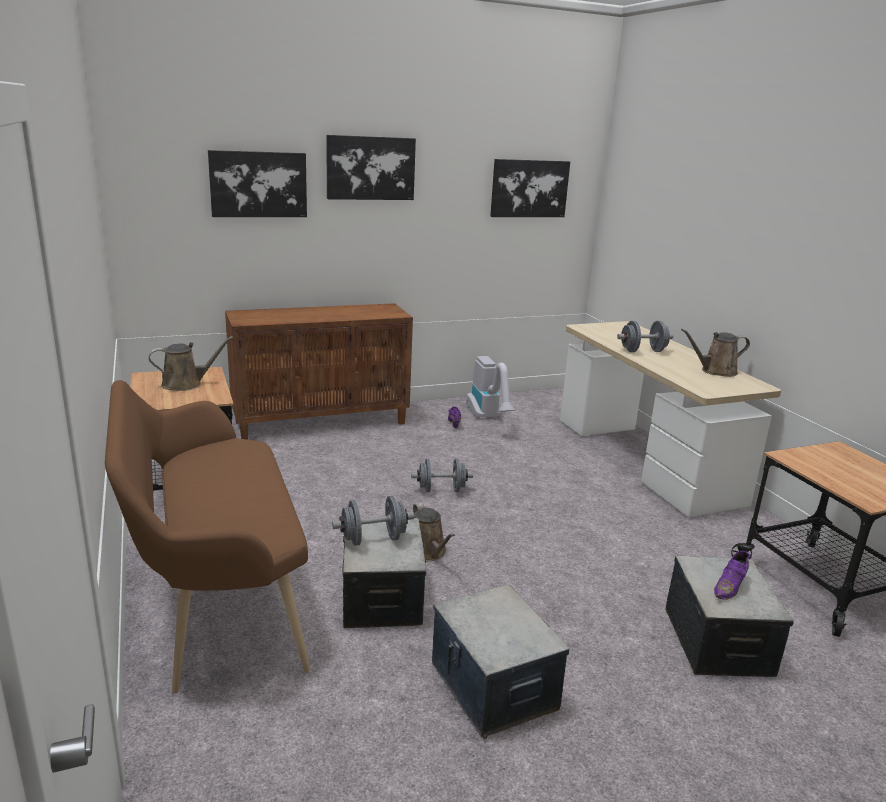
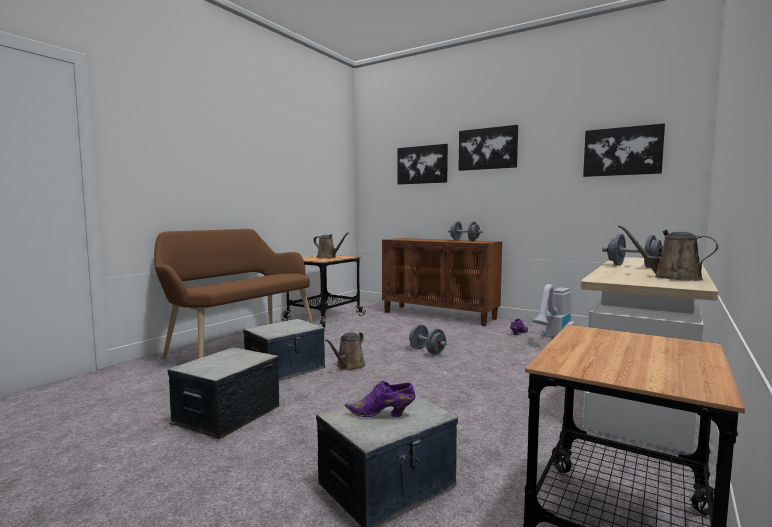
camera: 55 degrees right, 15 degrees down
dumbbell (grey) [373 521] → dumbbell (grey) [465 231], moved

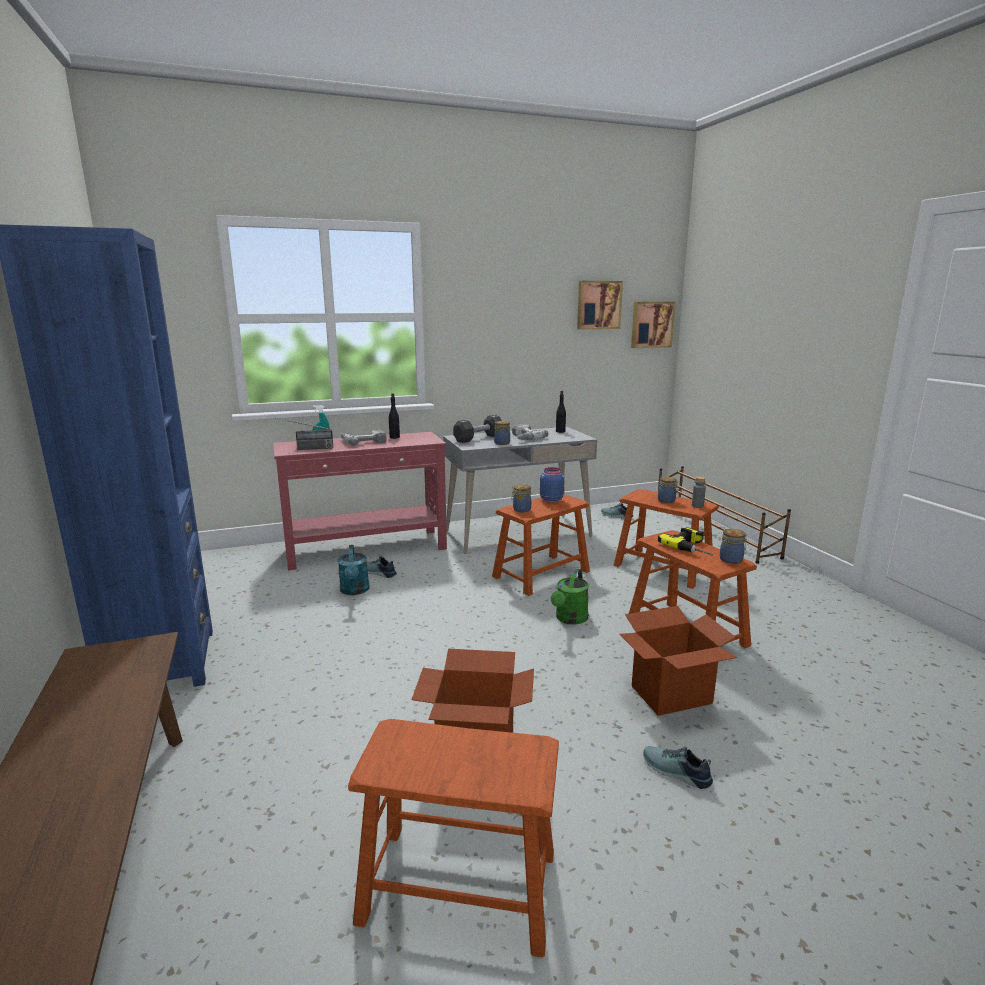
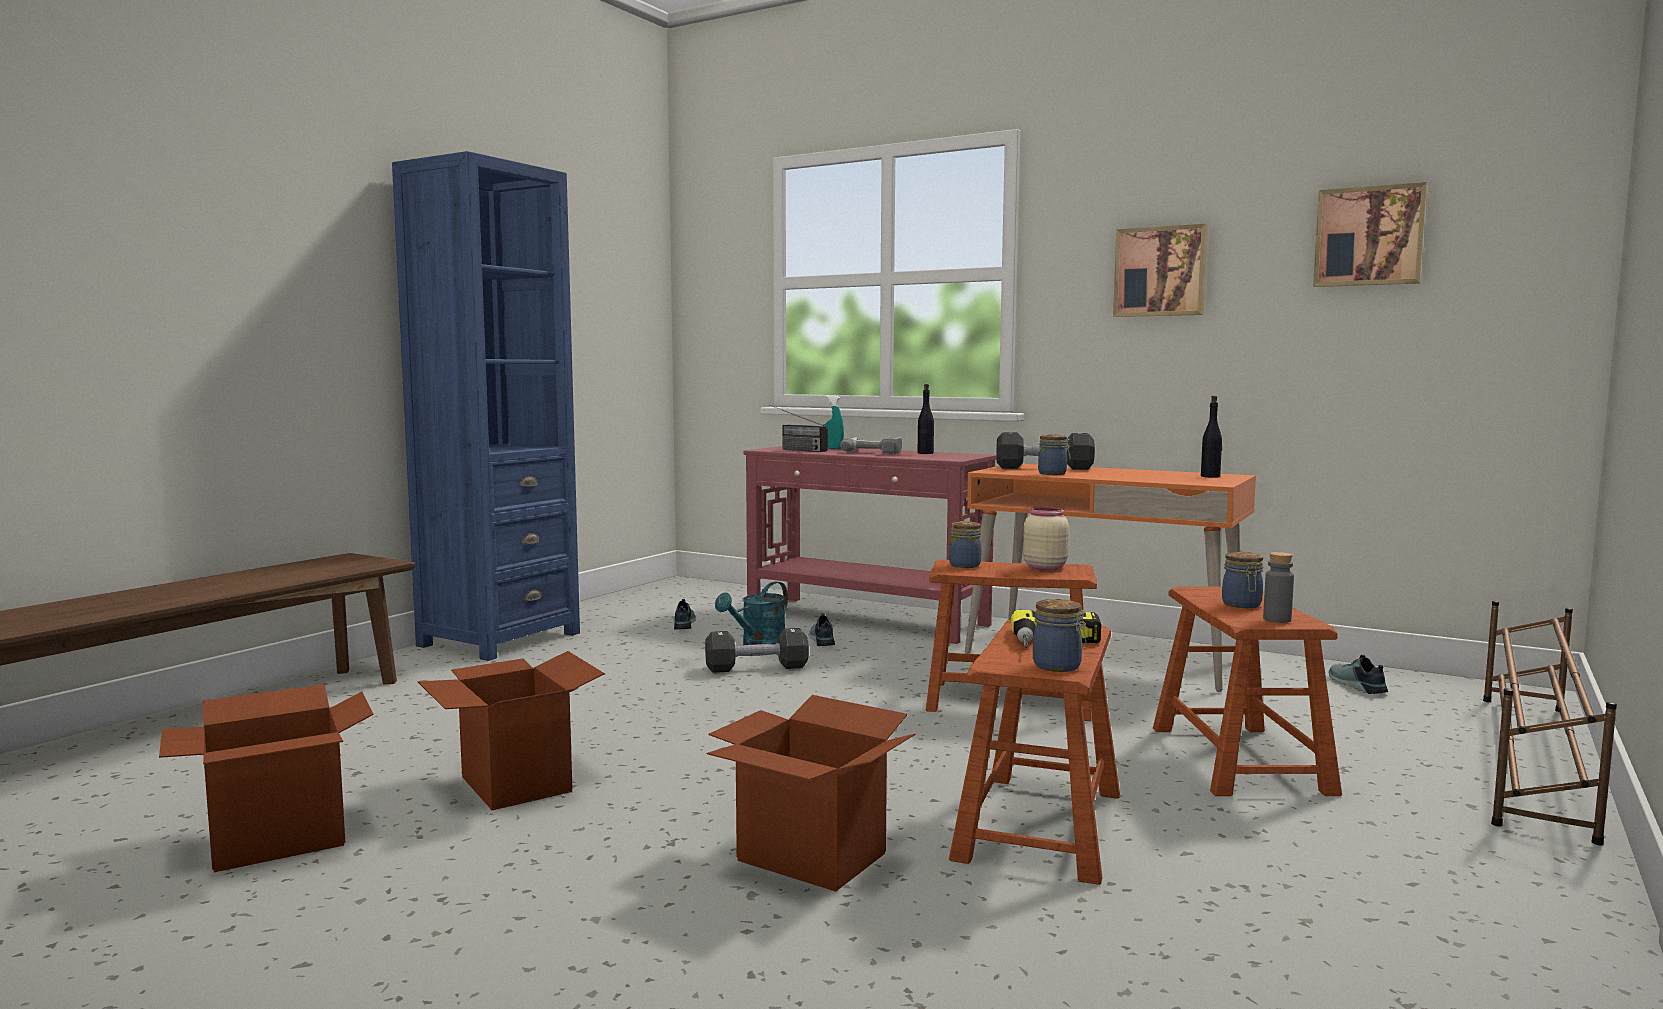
camera: 50 degrees right, 10 degrees down
picture [653 325] → picture [1160 270], moved
power drill [530 432] → -
desk (grey) [520 490] → desk (orange) [1110 578]
jar (blue) [552 485] → jar (beige) [1046 538]
watering can (green) [570 596] → -
stool (brown) [453 838] → cardboard box [266 778]
shoe [678 767] → shoe [684 614], moved
- → dumbbell (black) [757 650]

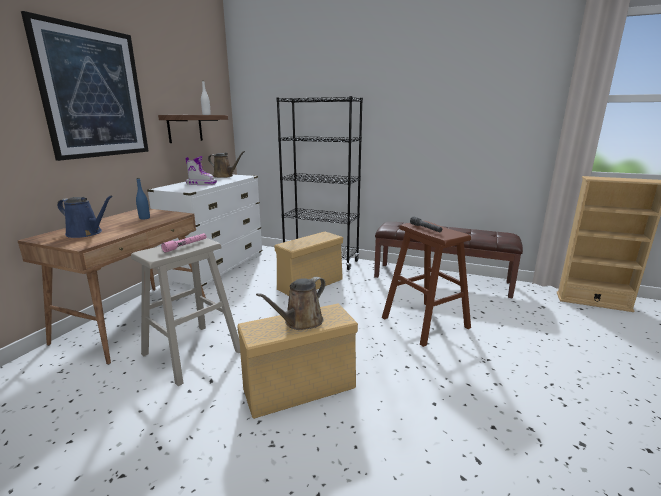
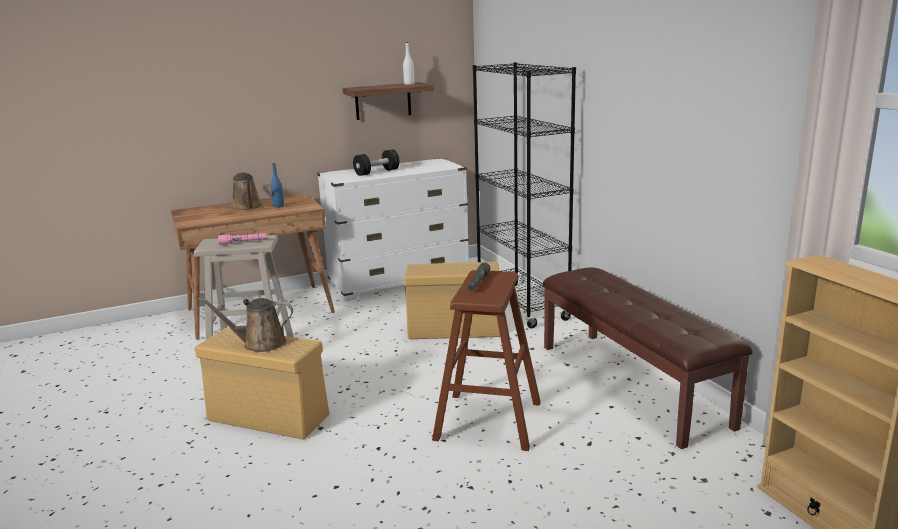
camera: 45 degrees right, 0 degrees up
picture [85 86] → -
watering can (brown) [226 164] → watering can (brown) [247 191], moved
boot [201 170] → dumbbell (black) [376 163]
watering can (blue) [85 217] → -

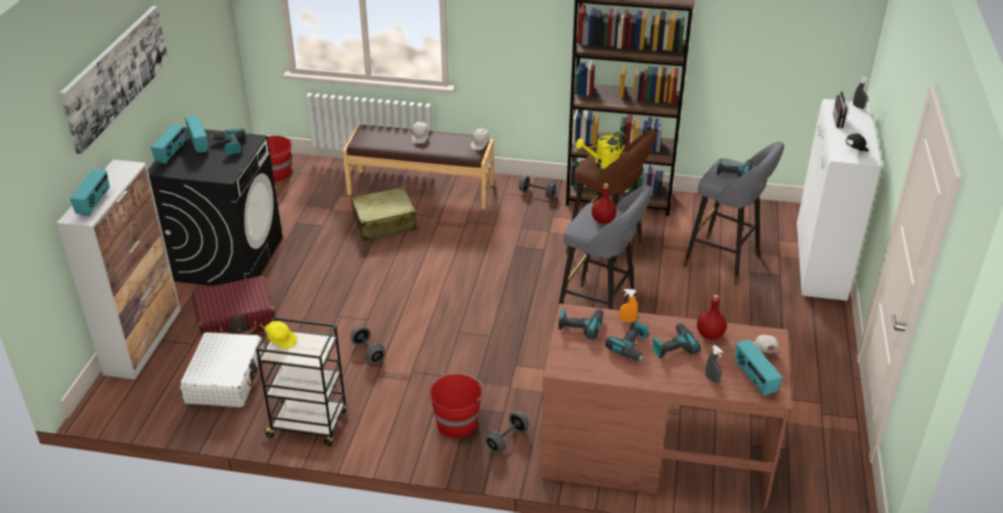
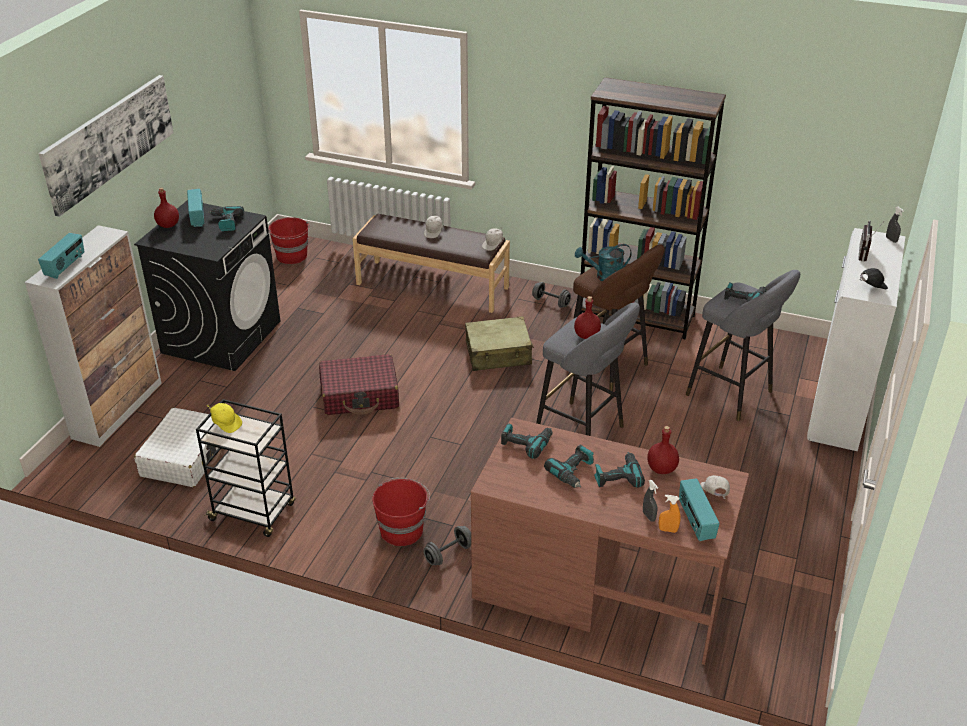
camera: 10 degrees right, 0 degrees up
radio [168 144] → bottle (red) [166 208]
watering can (yellow) [601 150] → watering can (turquoise) [603 262]
suitcase (beige) [384 214] → suitcase (beige) [499 343], moved
suitcase (red) [233 306] → suitcase (red) [359 384], moved
spray bottle (orange) [628 305] → spray bottle (orange) [670 514], moved
dumbbell (grey) [368 344] → -

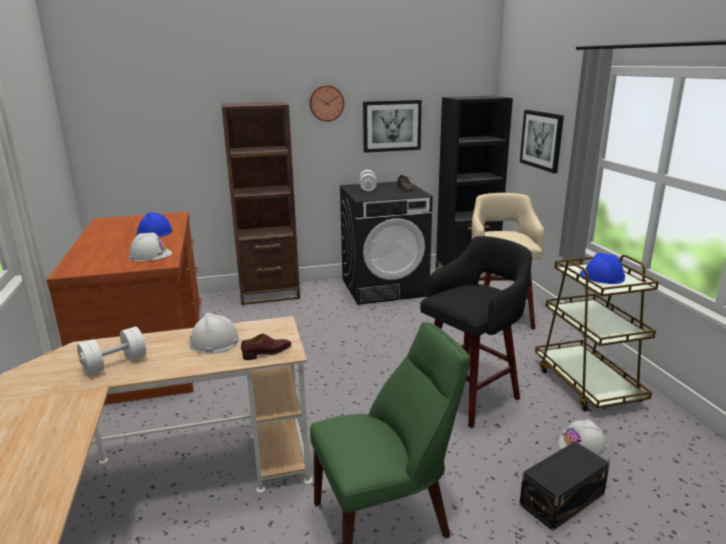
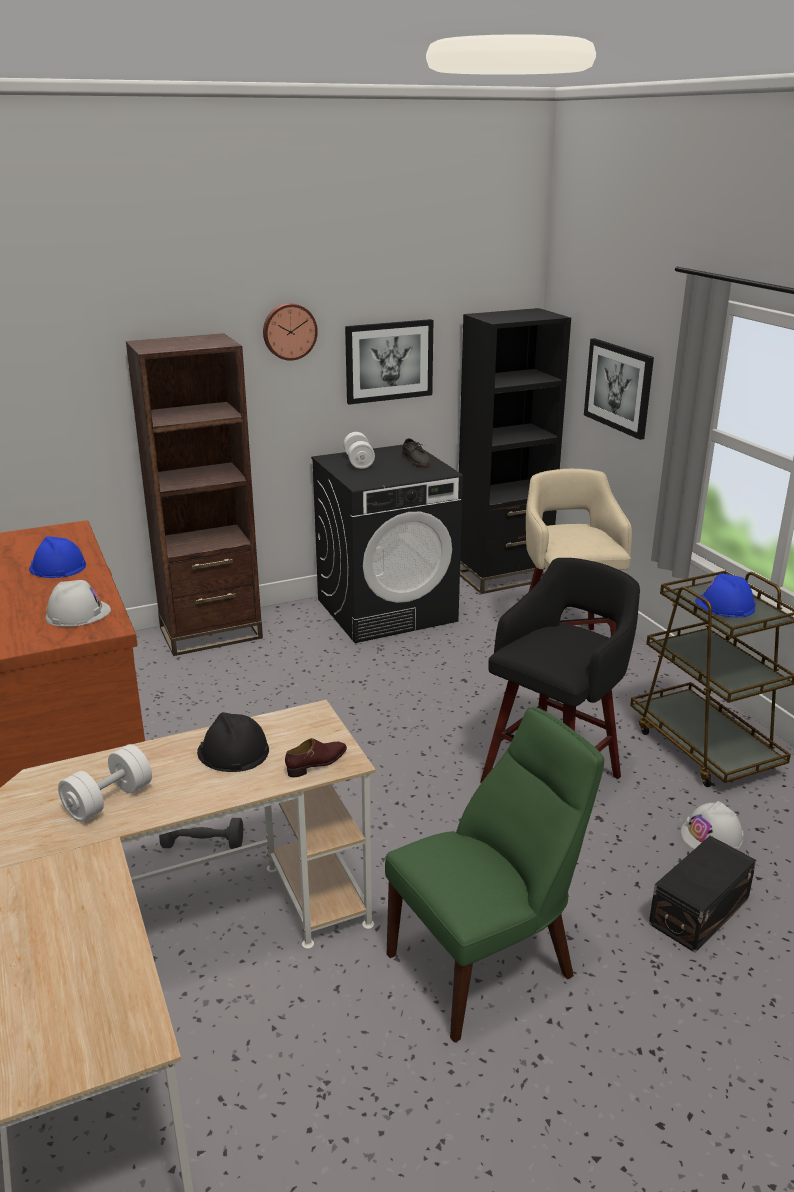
camera: 10 degrees left, 5 degrees up
hard hat (white) [213 333] → hard hat (black) [233 742]
- → dumbbell (grey) [201 833]

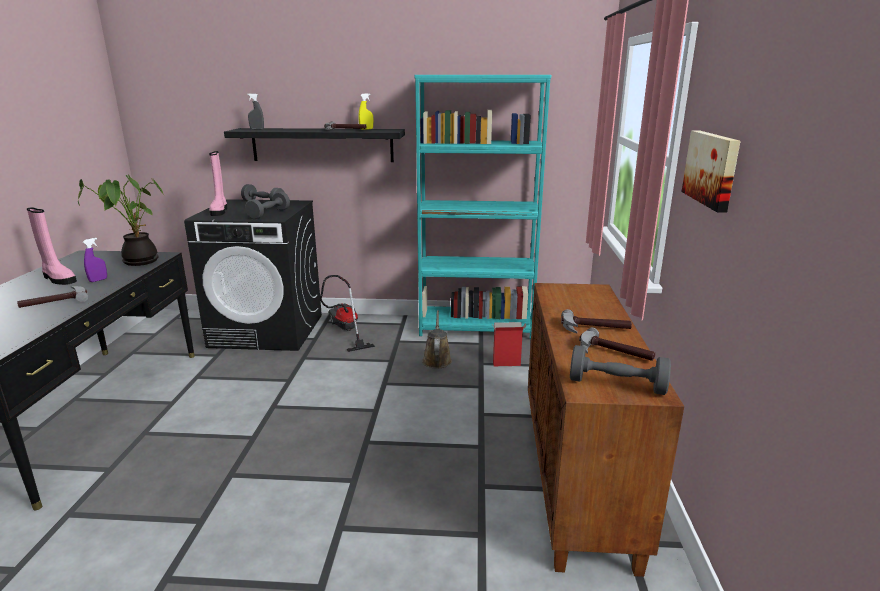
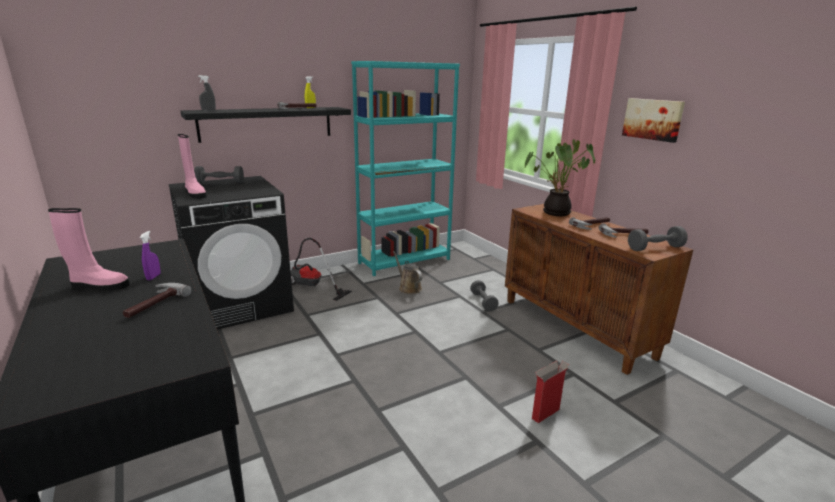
camera: 35 degrees left, 0 degrees up
potted plant [121 220] → potted plant [559 177], moved
dumbbell (grey) [267 205] → dumbbell (grey) [484 295], moved
cardboard box [509 344] → cardboard box [550 392], moved

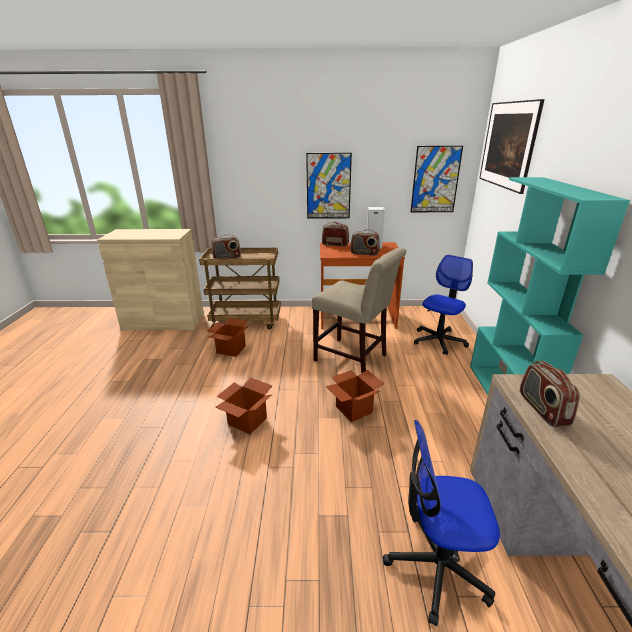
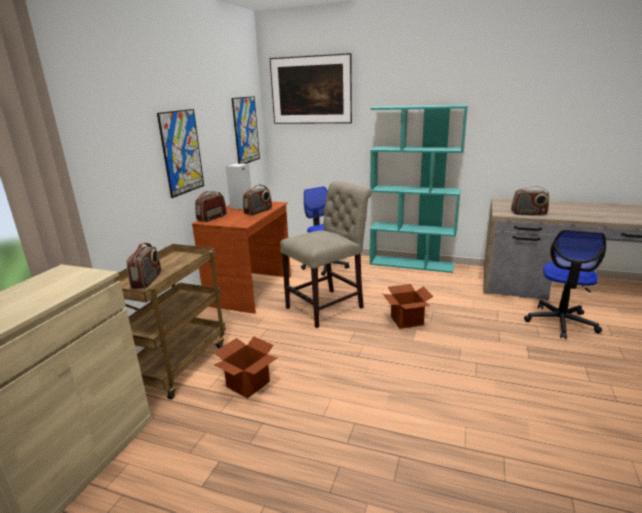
camera: 70 degrees left, 5 degrees down
cardboard box [243 405] → -

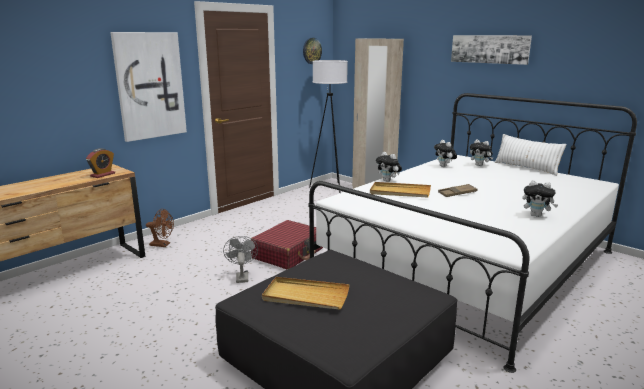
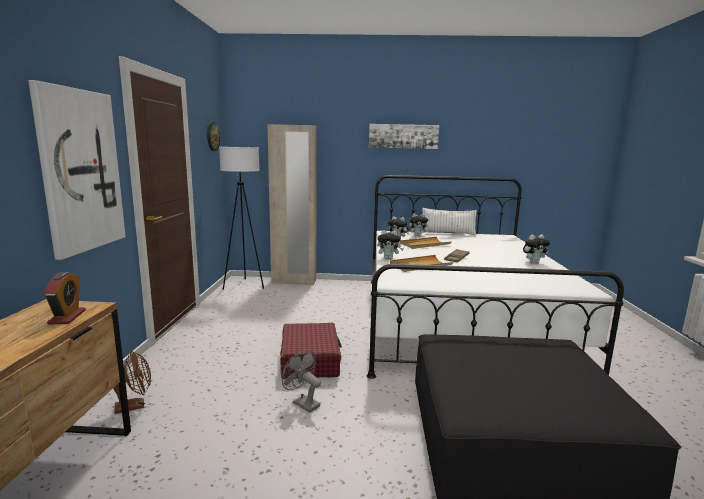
camera: 40 degrees left, 5 degrees down
tray (beige) [306 293] → tray (beige) [425 243], moved

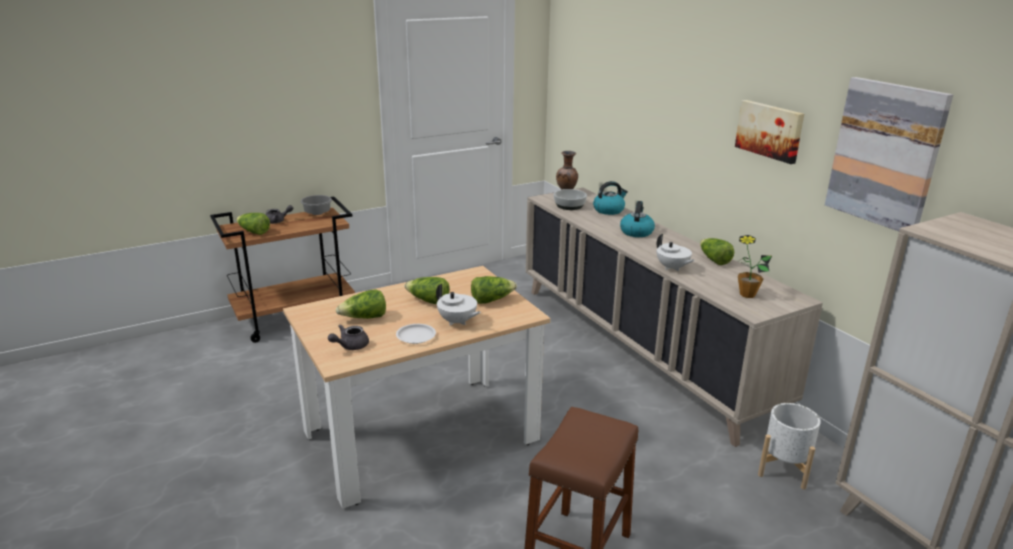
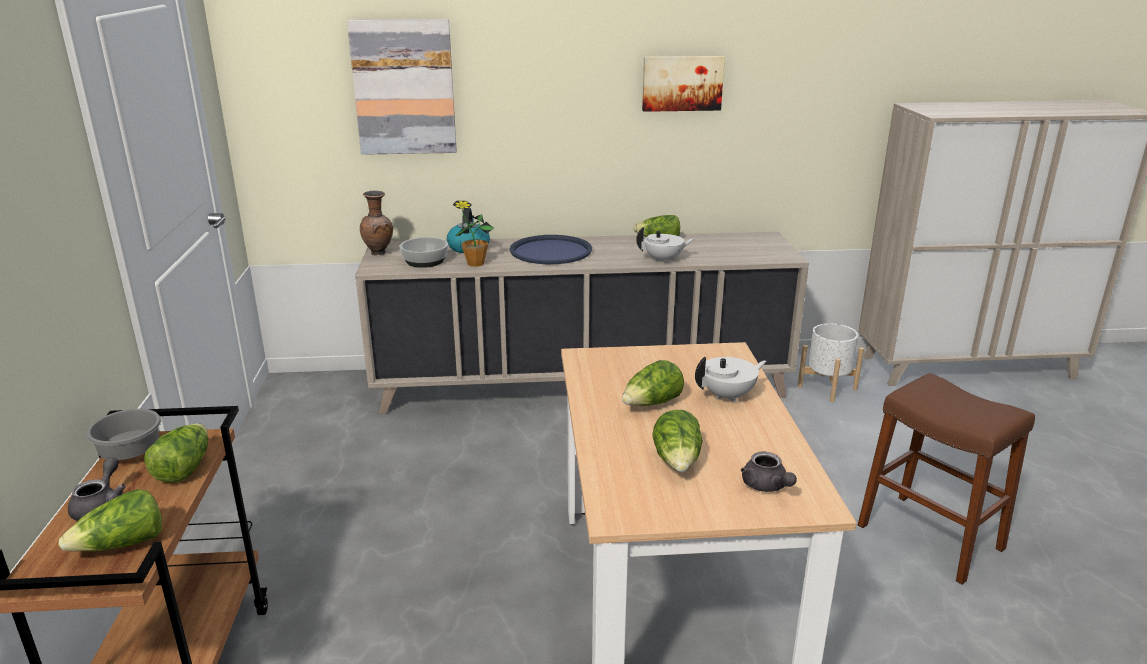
camera: 65 degrees left, 0 degrees up
picture [889 154] → picture [402 87], moved
kettle [637 219] → tray (blue) [551 249]
potted plant [755 266] → potted plant [473 234], moved
lettuce [494 290] → lettuce [176 453], moved
plate (white) [416 334] → -

